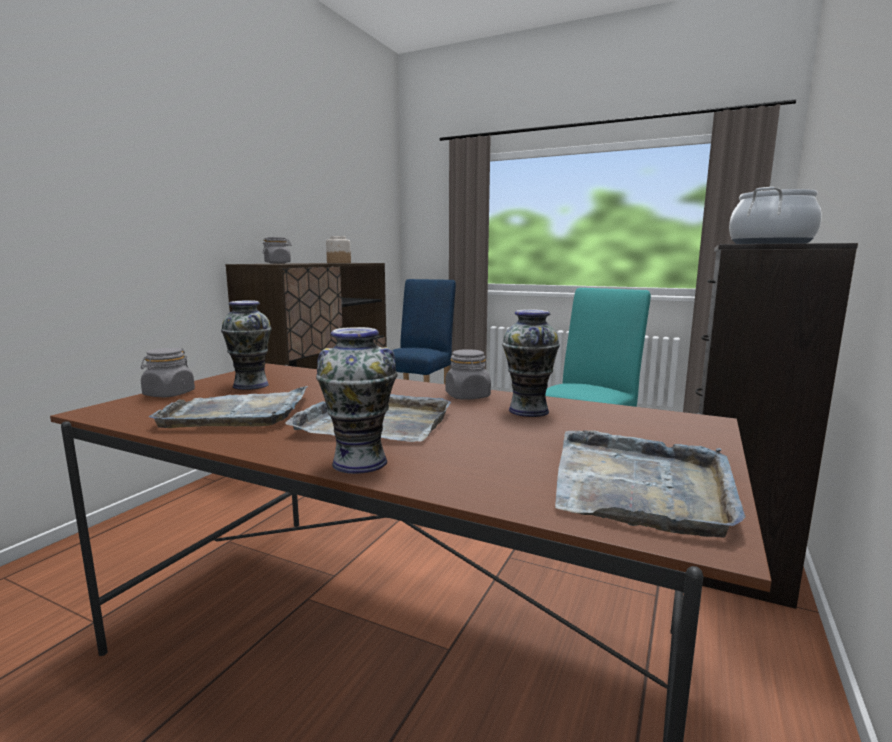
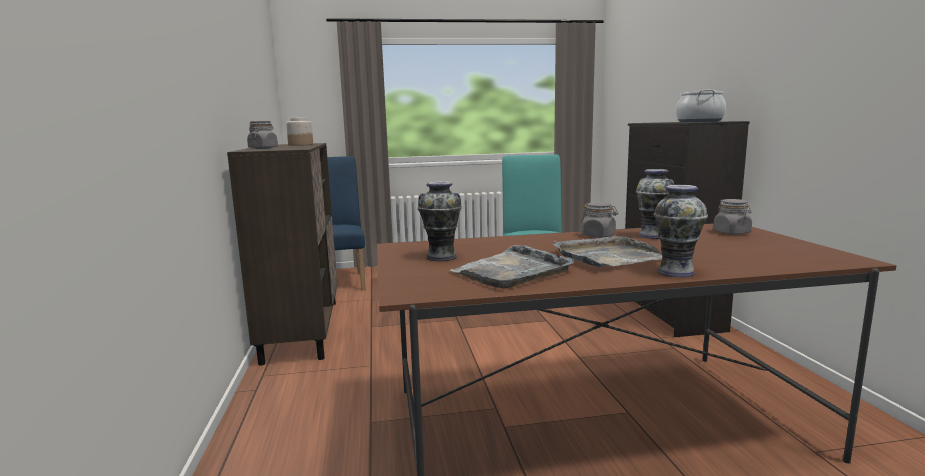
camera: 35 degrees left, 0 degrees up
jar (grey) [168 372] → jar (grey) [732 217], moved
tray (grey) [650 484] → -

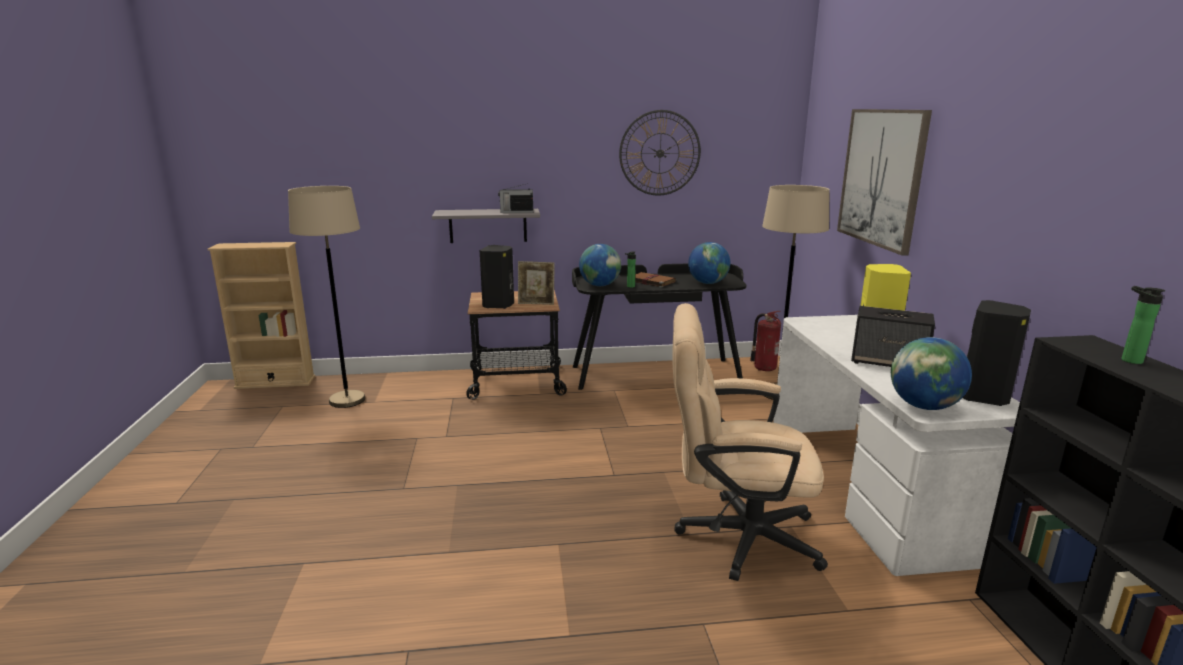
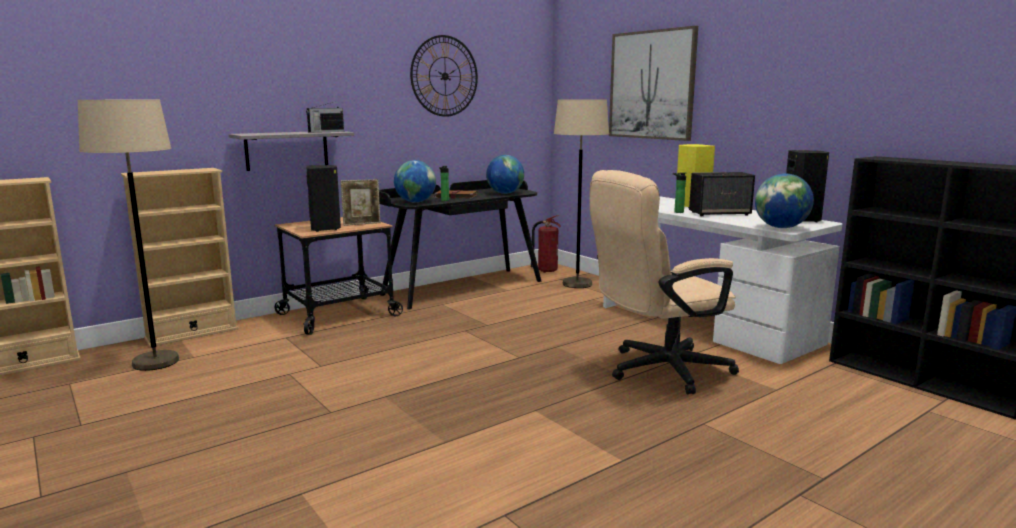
camera: 30 degrees left, 5 degrees down
bottle [1143 325] → bottle [679 192], moved
- → bookcase (beige) [180 257]

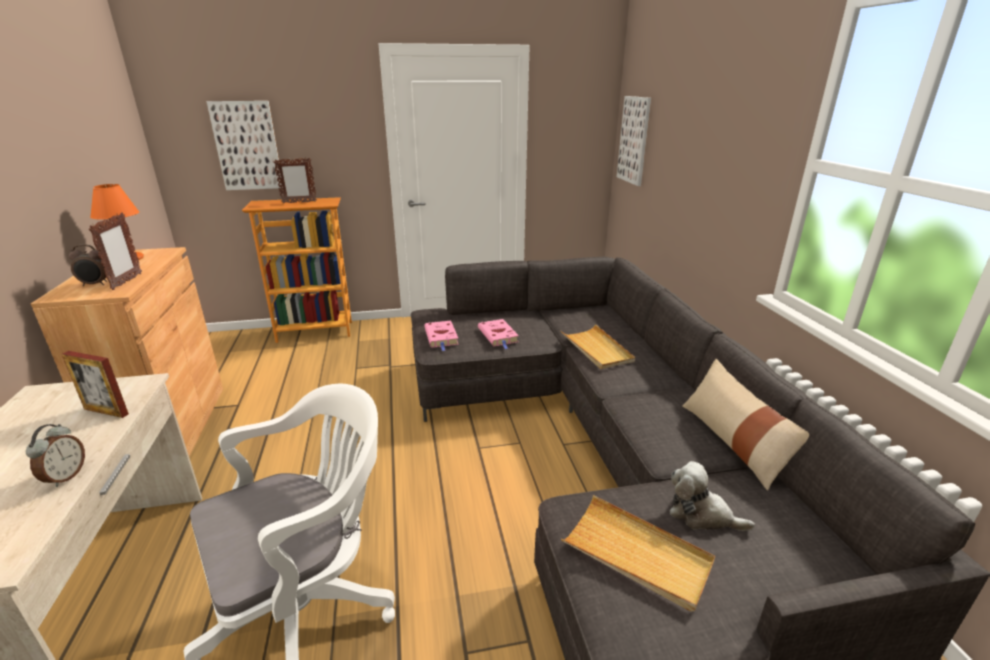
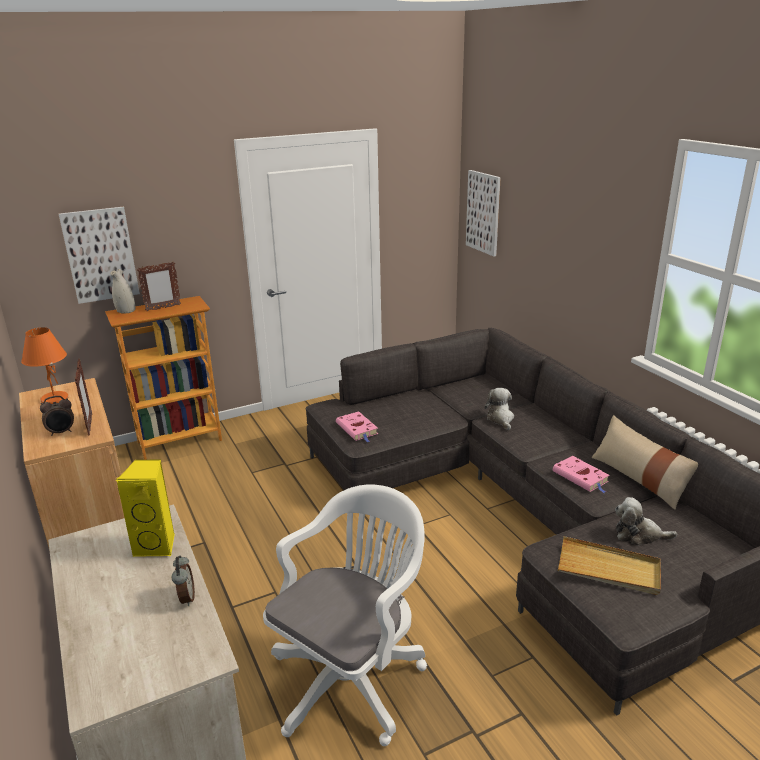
camera: 15 degrees left, 0 degrees up
book (pink) [498 334] → book (pink) [581 474], moved
tray (beige) [598 346] → plush toy [499 409]
picture frame [95 384] → speaker (yellow) [145 508]
- → vase (white) [122 291]

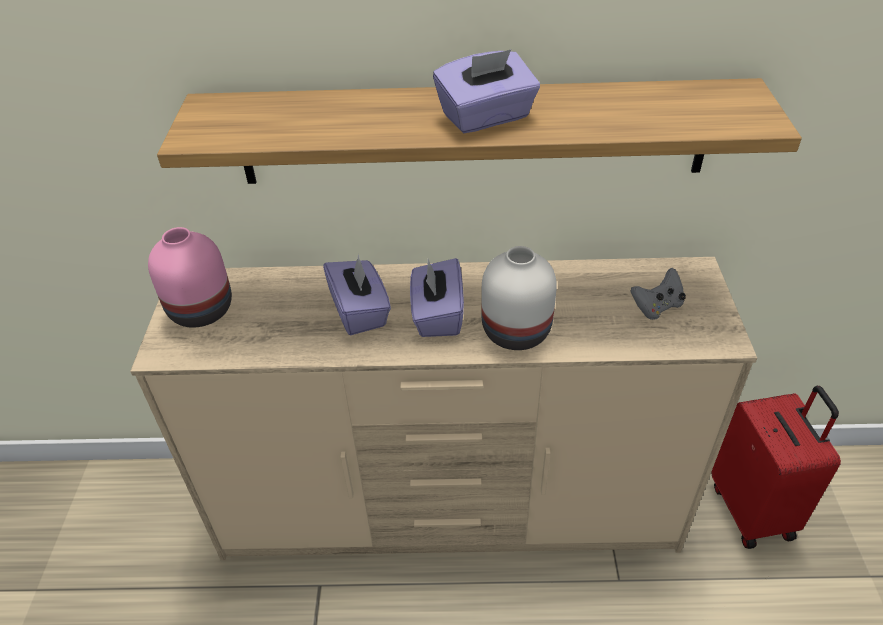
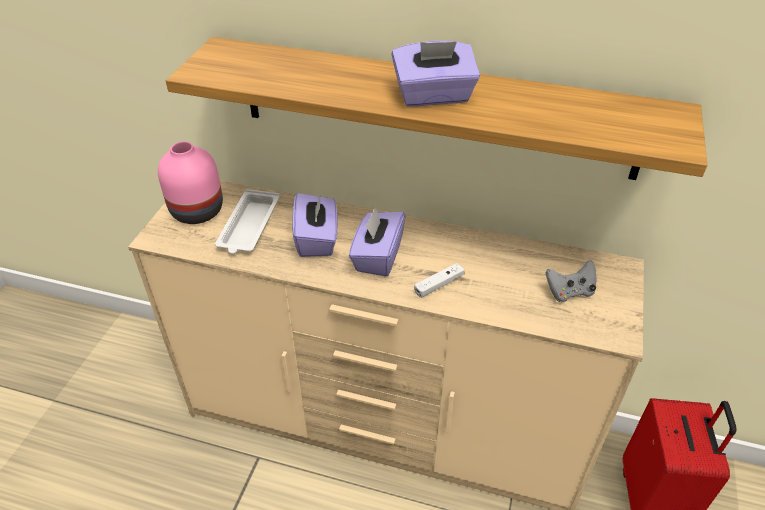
camera: 15 degrees right, 0 degrees up
vase (white) [519 298] → game controller (white) [439 280]
- → tray (white) [247 221]

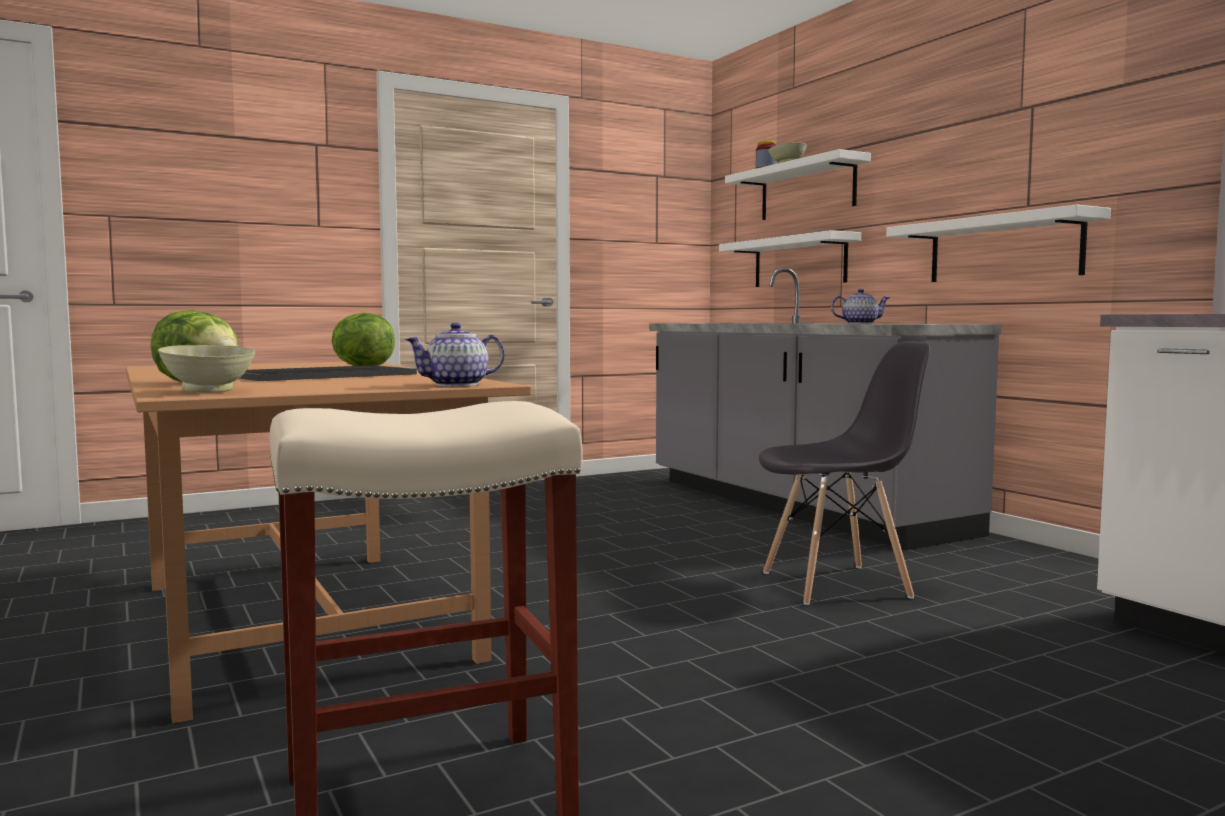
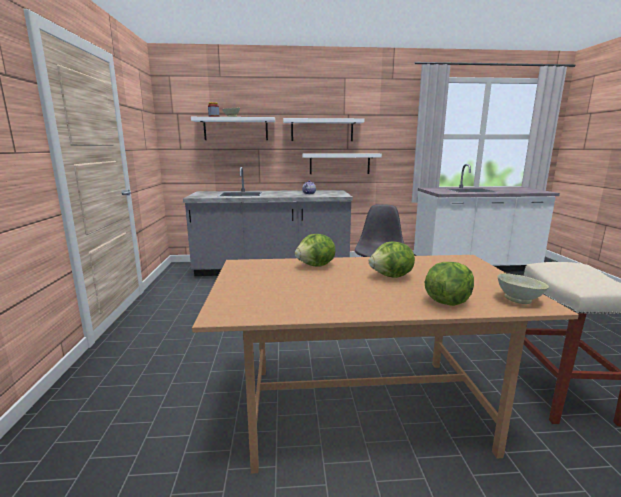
camera: 65 degrees left, 10 degrees up
shelf (white) [790 258] → shelf (white) [323 129], moved
teapot [454 355] → -
tray [328 373] → lettuce [392 260]

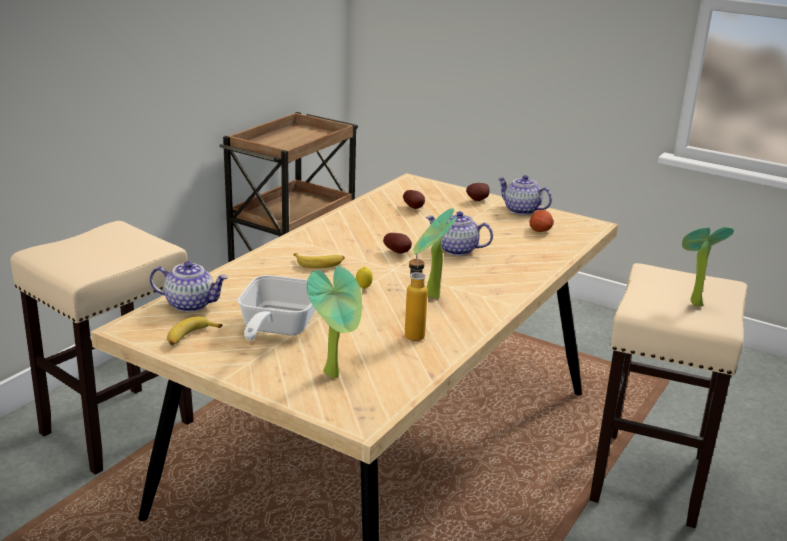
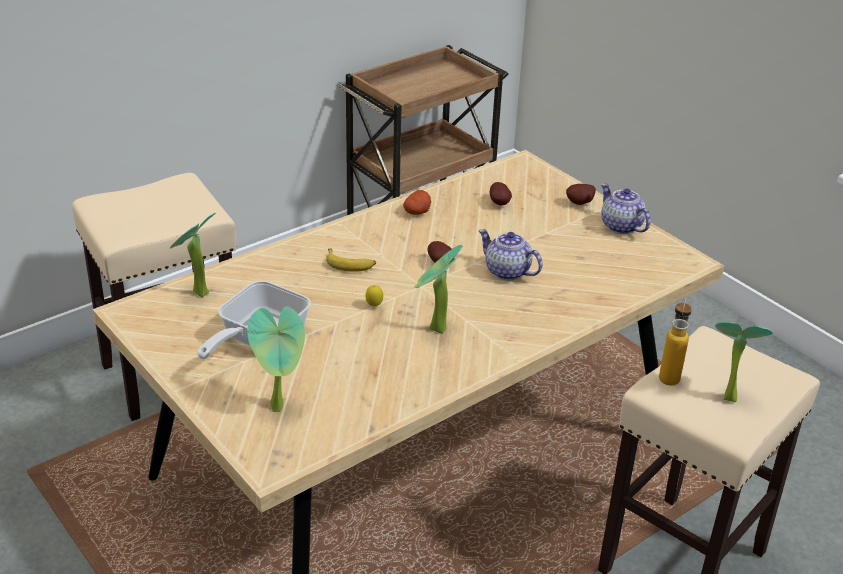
camera: 20 degrees right, 10 degrees up
potato [541 221] → potato [417 202], moved
bottle [416 297] → bottle [675 342], moved
teapot [189 286] → potted plant [192 254]
banana [195 331] → -

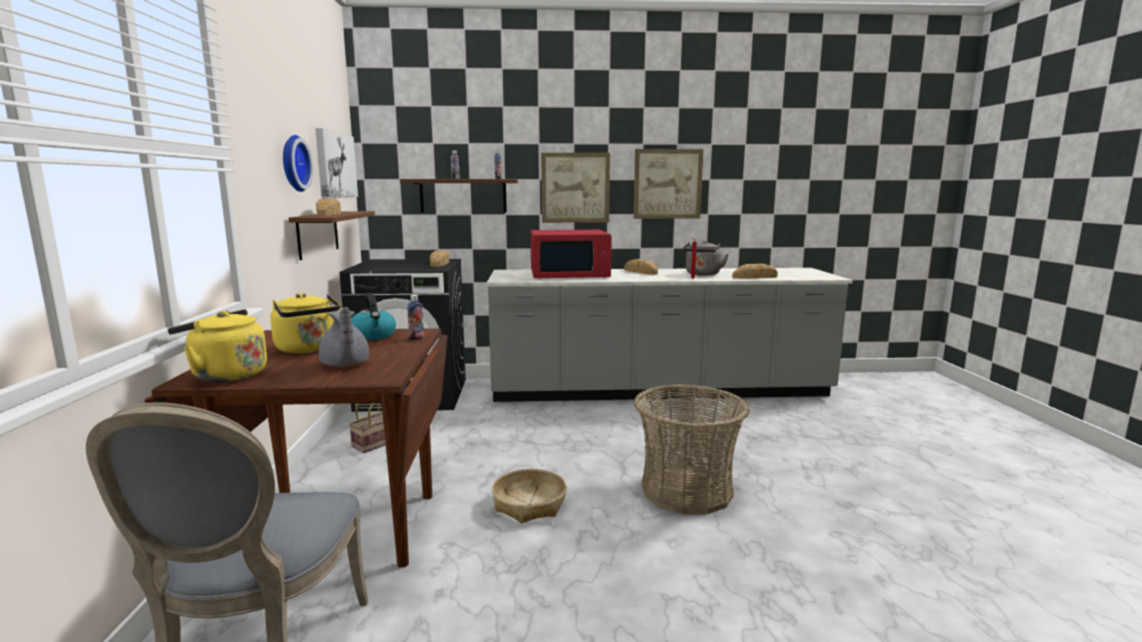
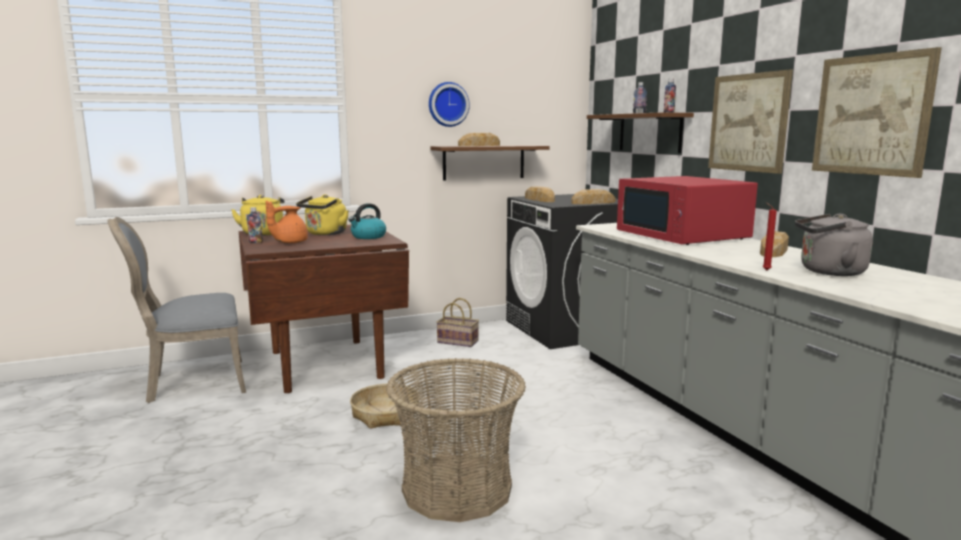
camera: 70 degrees right, 0 degrees up
picture [336 163] → -
bread [755 271] → bread [540 194], moved
bottle [415 318] → bottle [255 225], moved
teapot (grey) [344 337] → teapot (orange) [287 222]

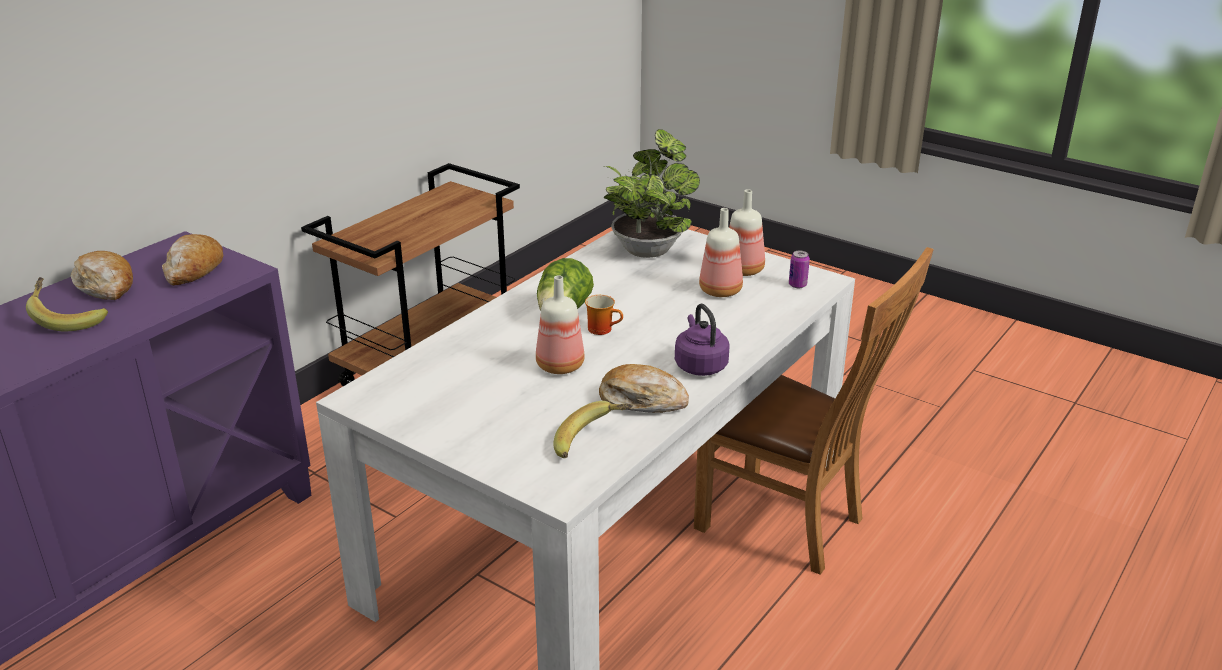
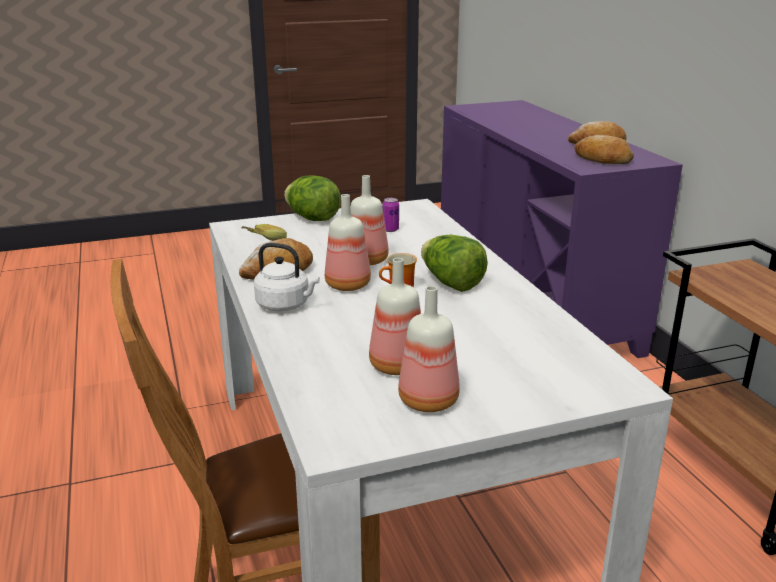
camera: 125 degrees right, 5 degrees down
potted plant [652 193] → -
can [799 269] → can [390 215], moved
banana [67 304] → -
kettle (purple) [702 339] → kettle (white) [287 277]
- → lettuce [312 198]
- → bottle [348 242]

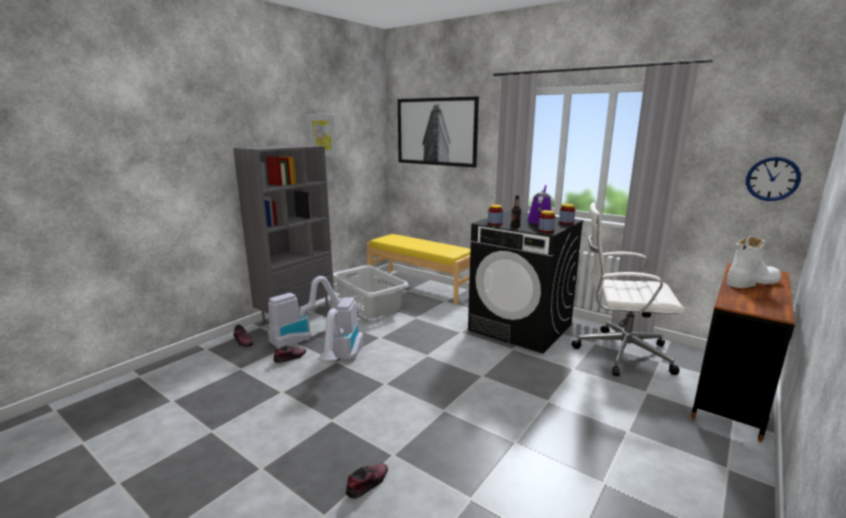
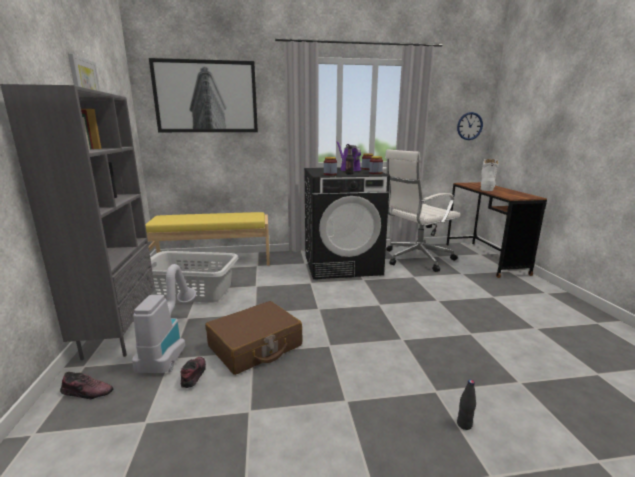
camera: 45 degrees left, 0 degrees up
vacuum cleaner [341 329] → suitcase (brown) [254 338]
shoe [367 481] → bottle (black) [466 405]

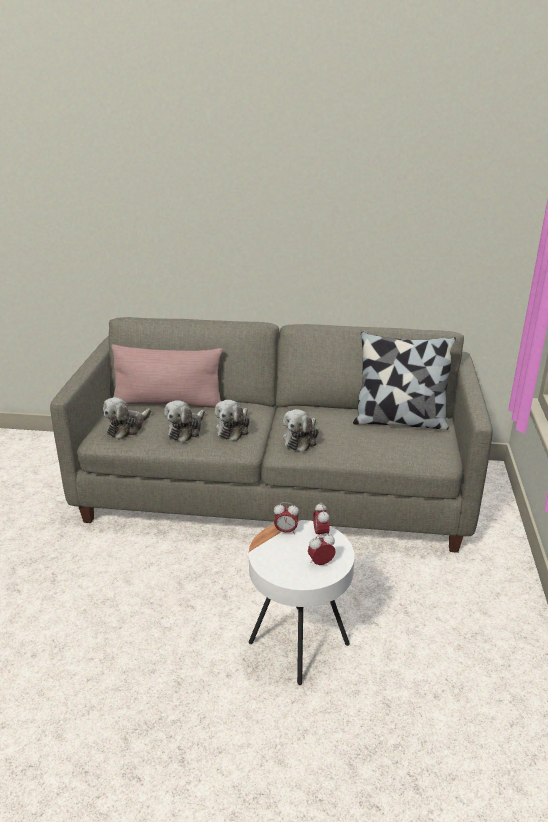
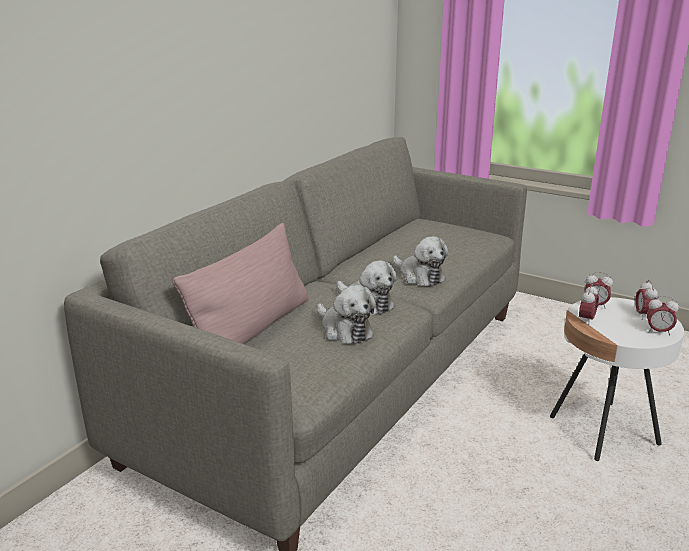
camera: 65 degrees left, 5 degrees down
pillow [404 381] → -
plush toy [127 418] → -
- → alarm clock [663 315]

